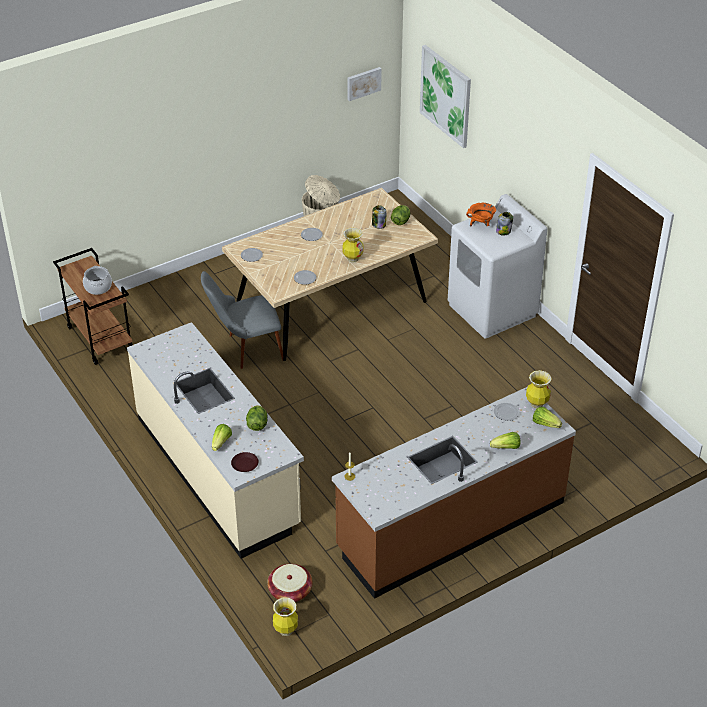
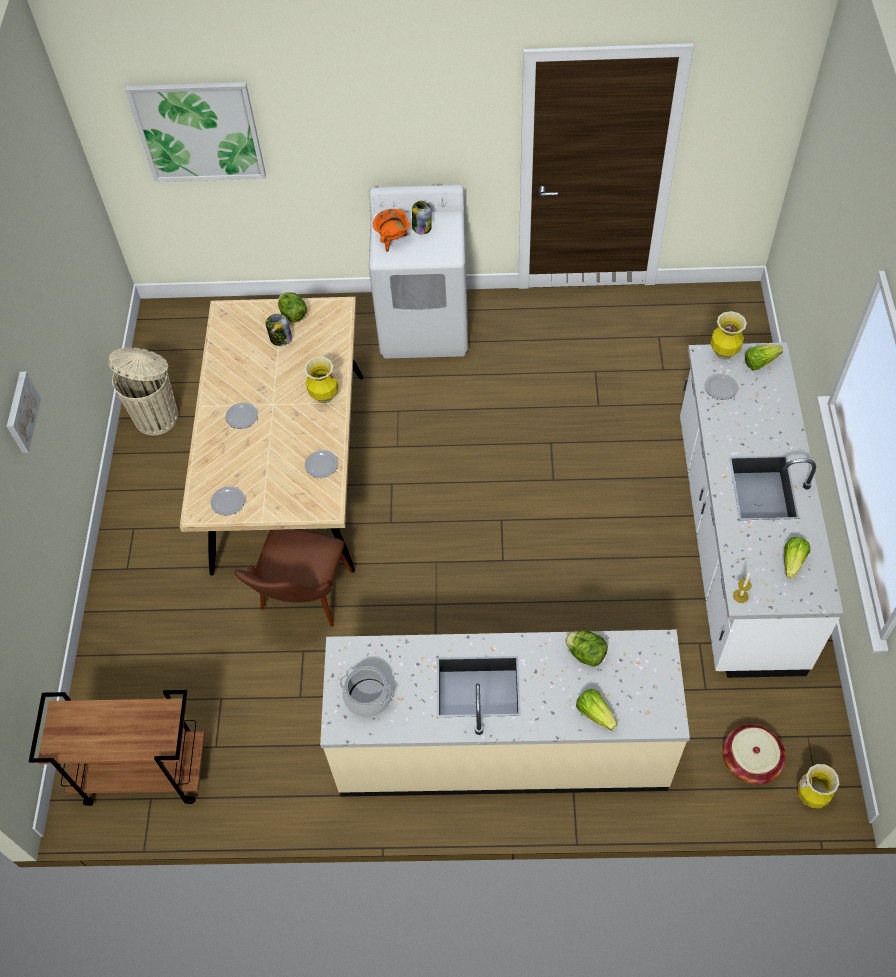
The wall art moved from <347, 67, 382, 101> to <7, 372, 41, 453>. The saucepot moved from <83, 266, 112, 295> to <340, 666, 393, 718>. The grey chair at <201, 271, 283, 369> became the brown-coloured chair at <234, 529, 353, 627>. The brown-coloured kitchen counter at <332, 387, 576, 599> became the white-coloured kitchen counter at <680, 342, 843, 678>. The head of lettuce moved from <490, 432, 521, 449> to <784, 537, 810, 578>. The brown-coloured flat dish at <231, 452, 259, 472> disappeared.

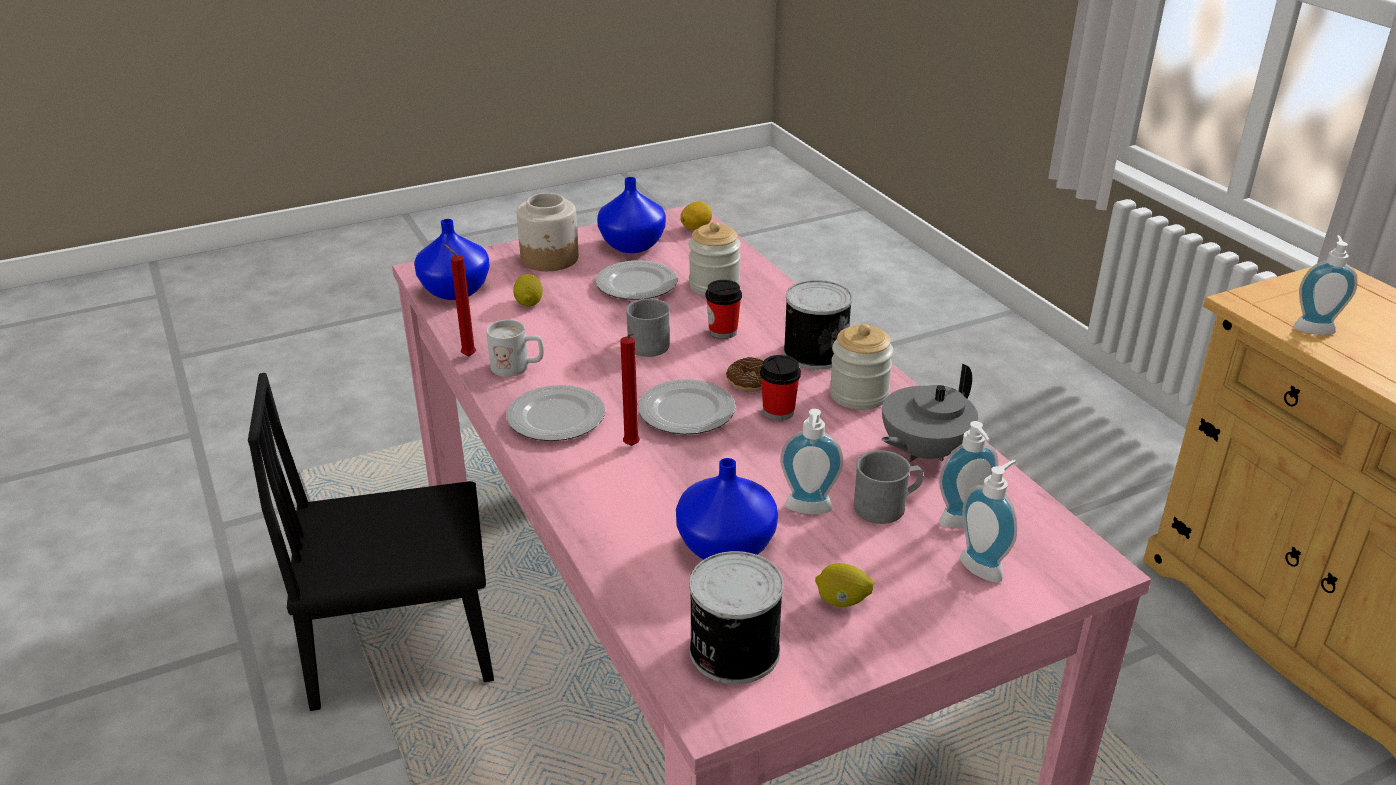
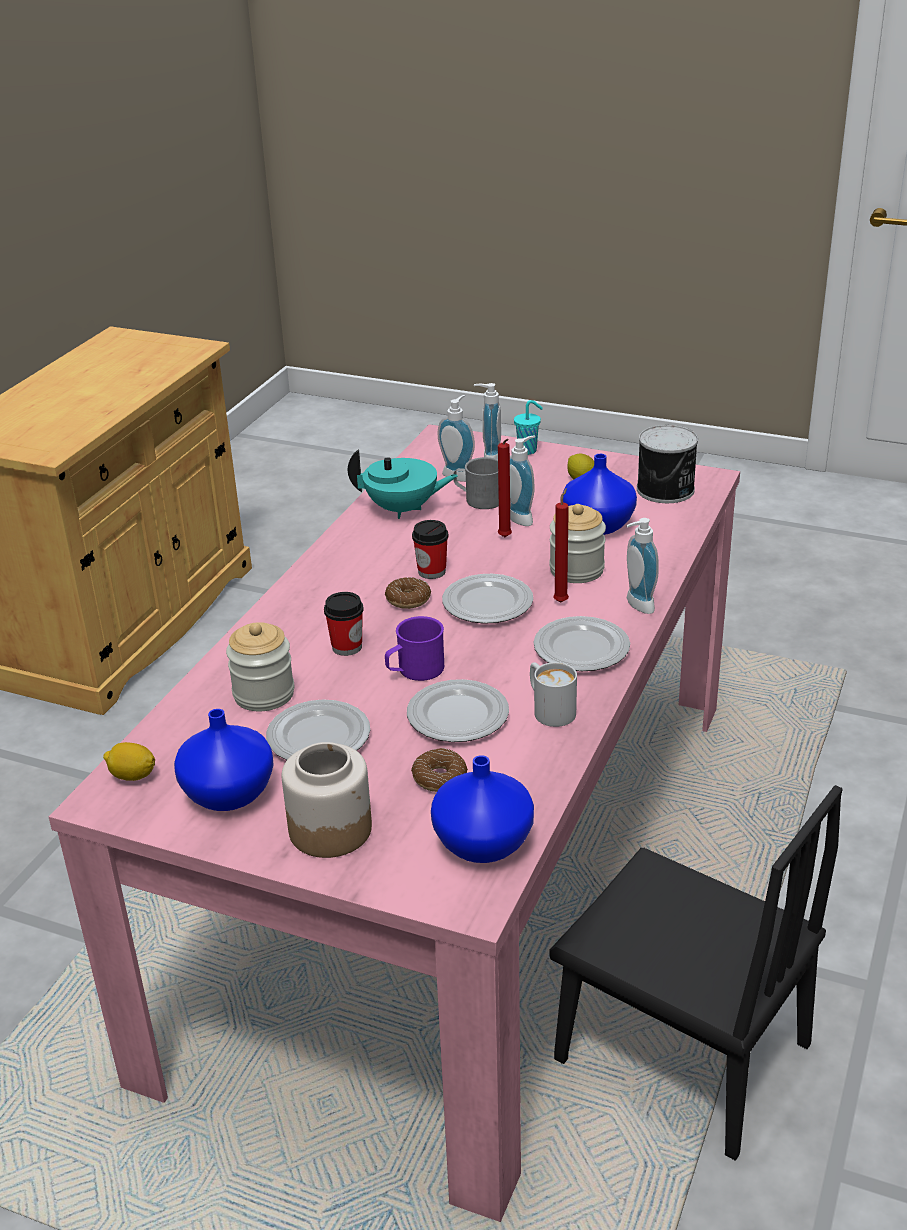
The liquid soap bottle moved from <1293, 235, 1358, 335> to <626, 518, 659, 614>. The reddish wax candle moved from <444, 244, 476, 356> to <498, 439, 512, 537>. The whole lemon at <513, 274, 543, 307> was replaced by the donut at <411, 748, 468, 792>. The can at <783, 280, 853, 370> disappeared. The grey mug at <626, 298, 670, 357> became the purple-coloured mug at <385, 616, 444, 681>. The jar moved from <830, 324, 894, 410> to <549, 504, 606, 583>. The grey tea pot at <881, 363, 978, 462> became the turquoise-coloured tea pot at <348, 449, 458, 519>. The turquoise-coloured cup at <514, 400, 543, 455> appeared. The flat dish at <407, 679, 509, 742> appeared.

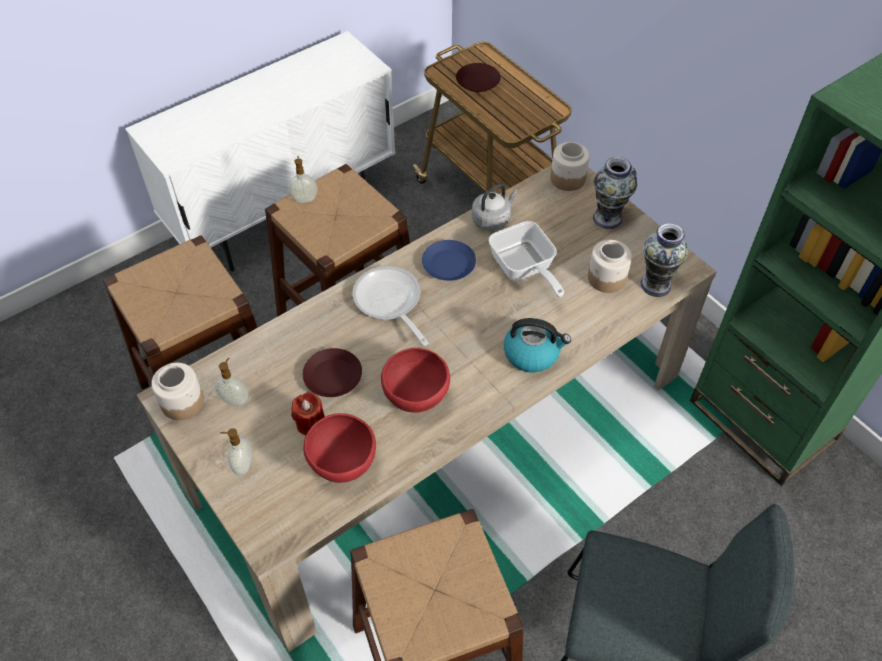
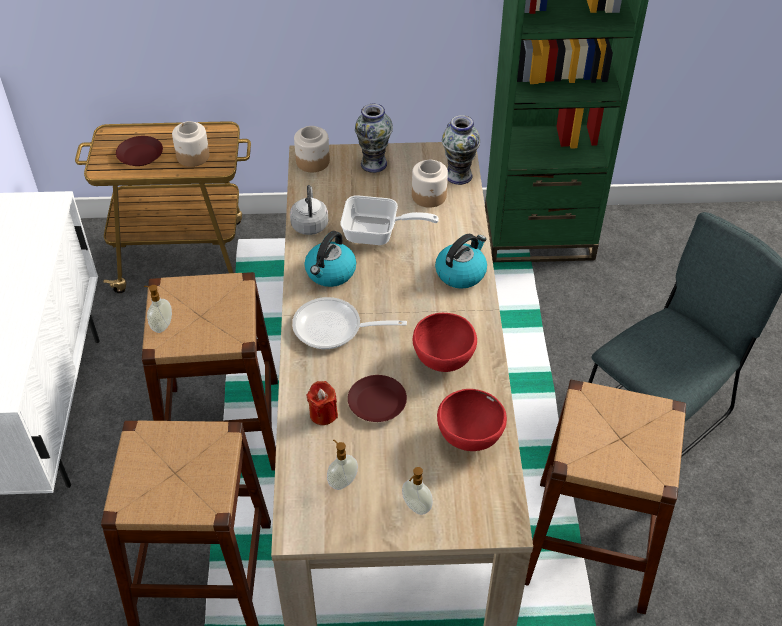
The blue-coloured flat dish at <422, 240, 476, 281> was replaced by the kettle at <304, 231, 356, 287>. The jar moved from <151, 363, 204, 420> to <172, 121, 210, 167>. The reddish wax candle moved from <291, 392, 325, 435> to <306, 381, 338, 425>.

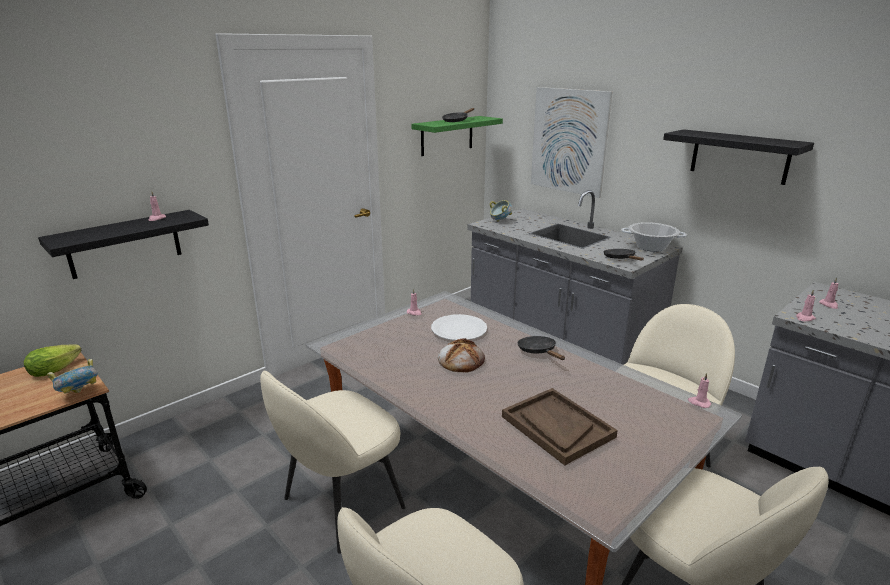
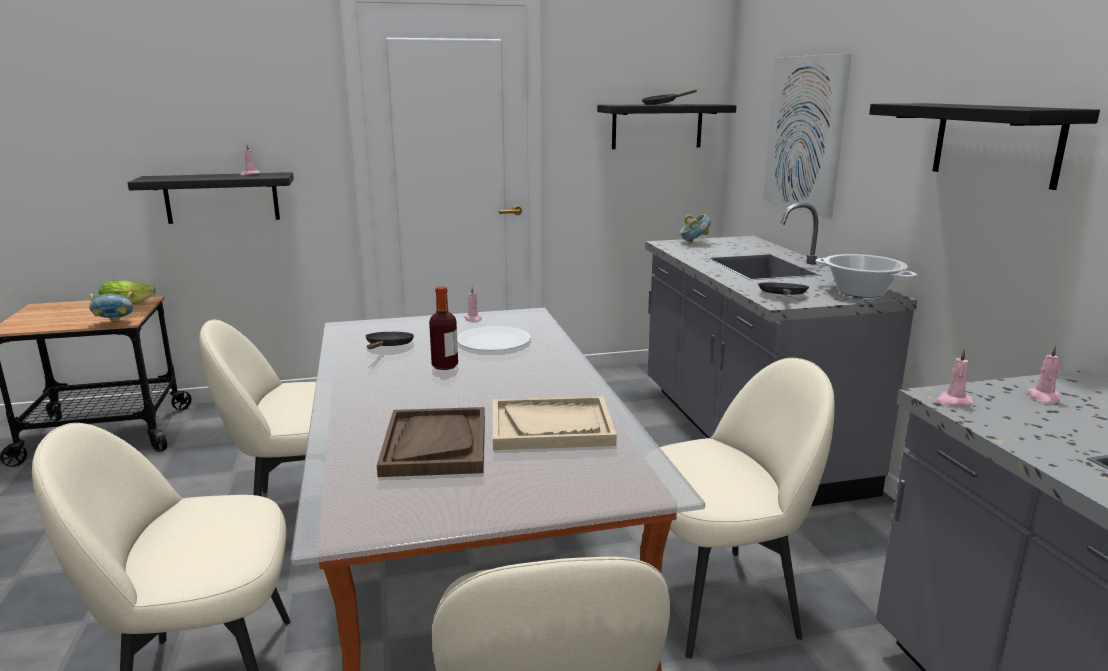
The greenish bracket shelf at <411, 116, 503, 156> became the blackish bracket shelf at <597, 104, 736, 149>. The blackish skillet moved from <517, 336, 565, 360> to <366, 332, 414, 349>. The bread at <438, 338, 485, 372> was replaced by the drink bottle at <429, 286, 458, 370>. The pink-coloured wax candle at <688, 373, 711, 408> disappeared. The beige carrying tray at <493, 396, 617, 450> appeared.

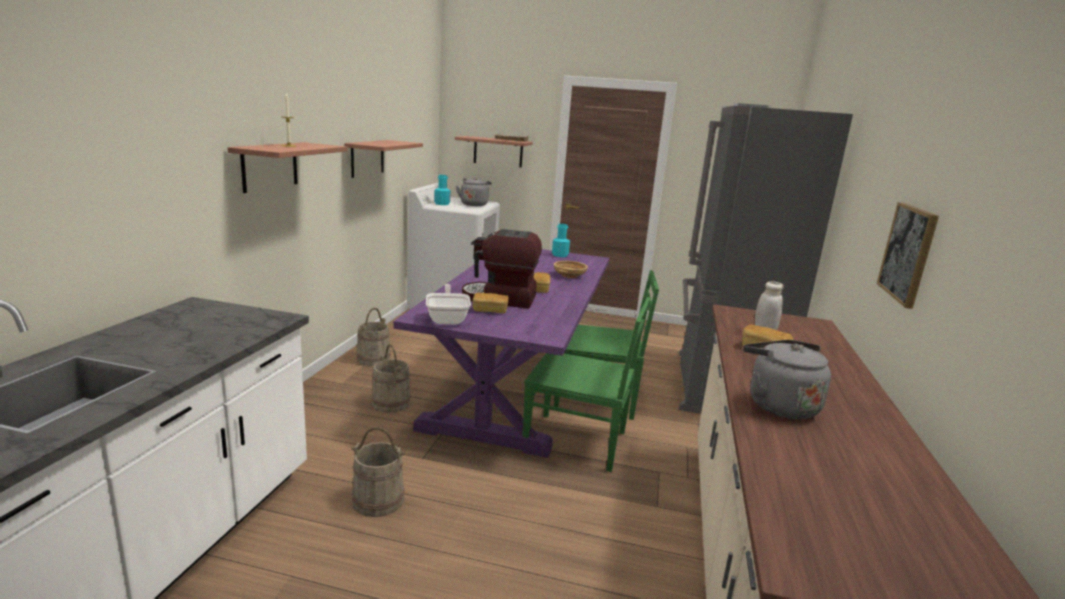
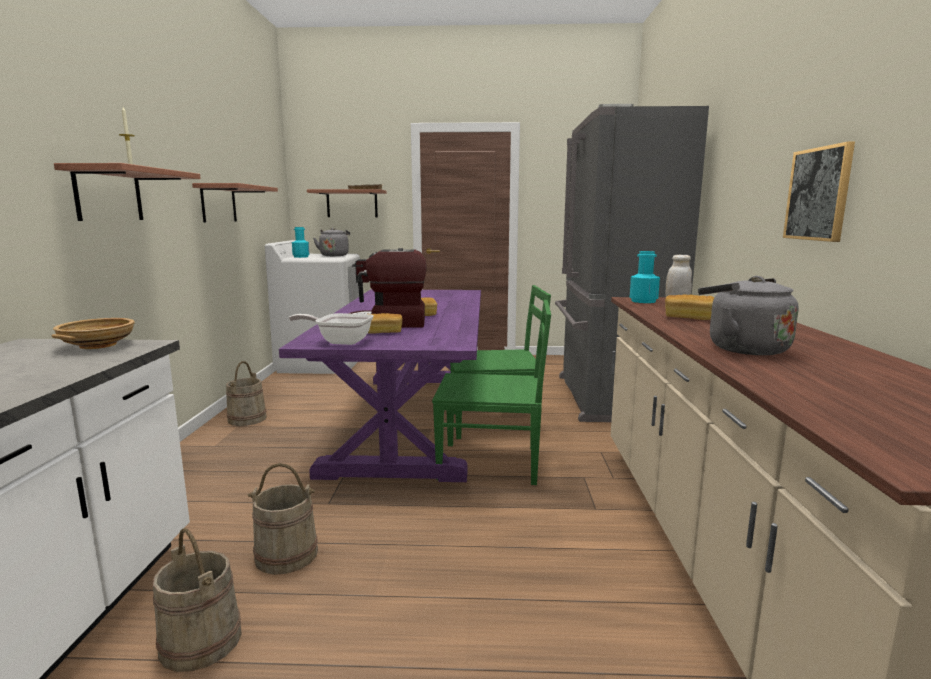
The turquoise-coloured drink bottle moved from <552, 224, 570, 257> to <630, 251, 660, 303>. The beige serving bowl moved from <554, 261, 588, 278> to <52, 318, 135, 349>. The skillet at <426, 284, 471, 324> turned 60 degrees counterclockwise. The beige pail moved from <371, 344, 411, 413> to <153, 528, 242, 672>.

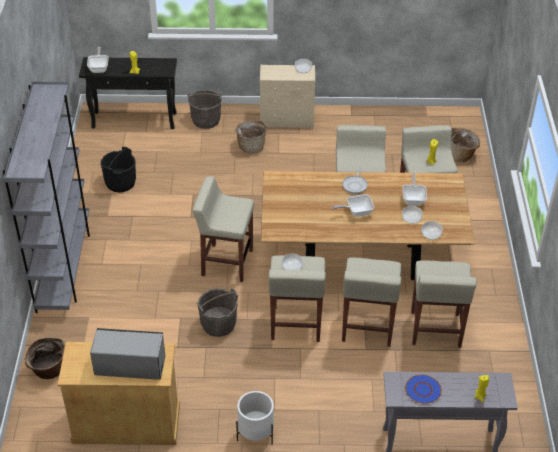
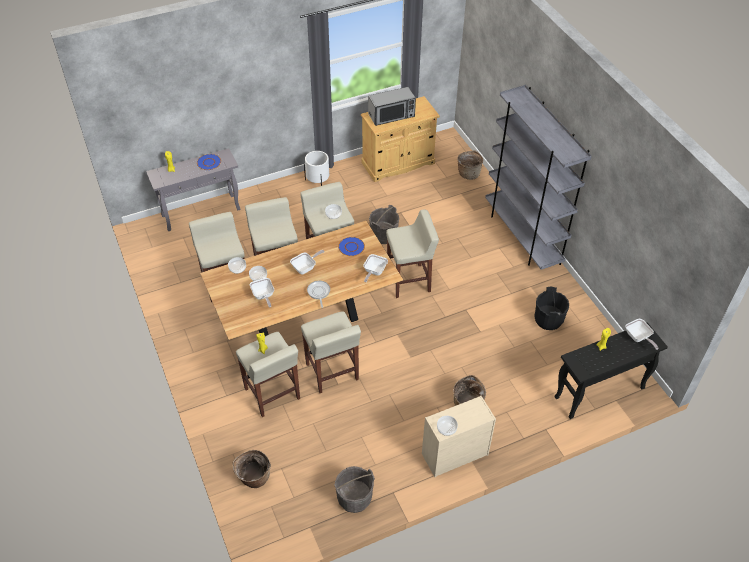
The grey pail moved from <187, 90, 222, 129> to <334, 466, 375, 513>. The blue-coloured flat dish at <338, 237, 365, 256> appeared. The skillet at <363, 254, 388, 282> appeared.

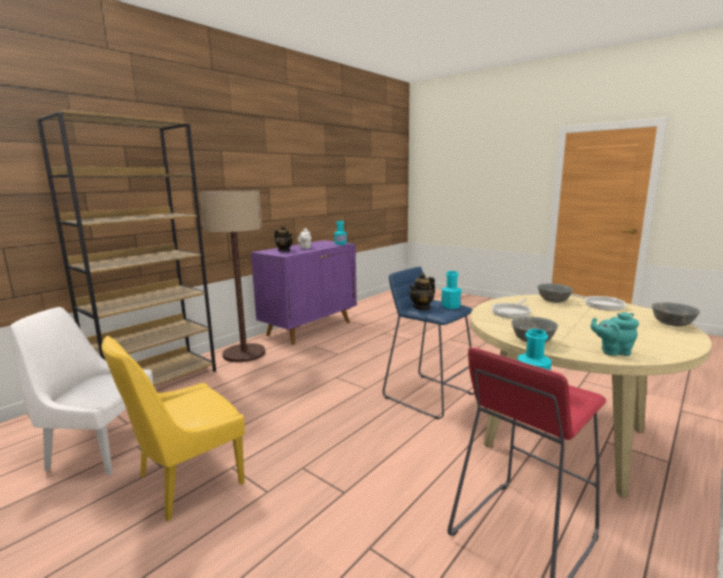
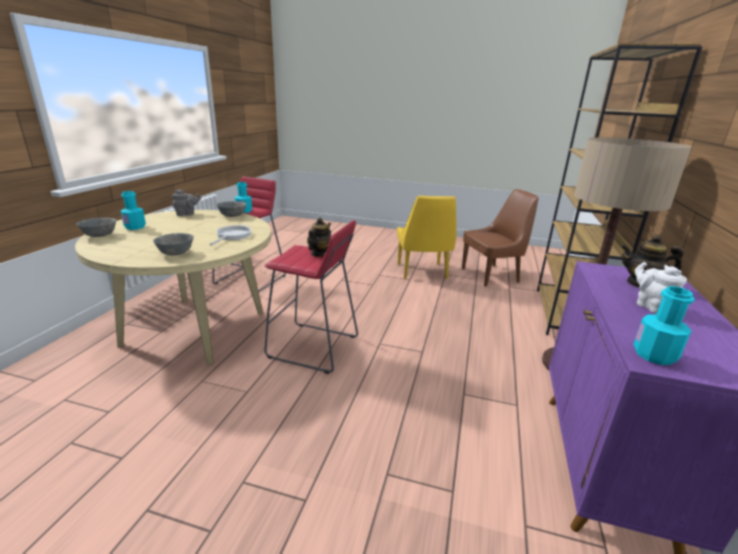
The blue-coloured stool seat at <382, 266, 474, 420> became the reddish stool seat at <264, 220, 358, 374>. The turquoise-coloured drink bottle moved from <441, 271, 462, 309> to <121, 191, 146, 230>. The skillet at <571, 294, 628, 311> disappeared. The white-coloured chair at <9, 307, 153, 475> became the brown-coloured chair at <462, 189, 538, 287>. The turquoise-coloured tea pot at <591, 312, 639, 356> became the grey tea pot at <172, 189, 201, 216>. The yellowish chair at <101, 336, 245, 521> turned 150 degrees clockwise.

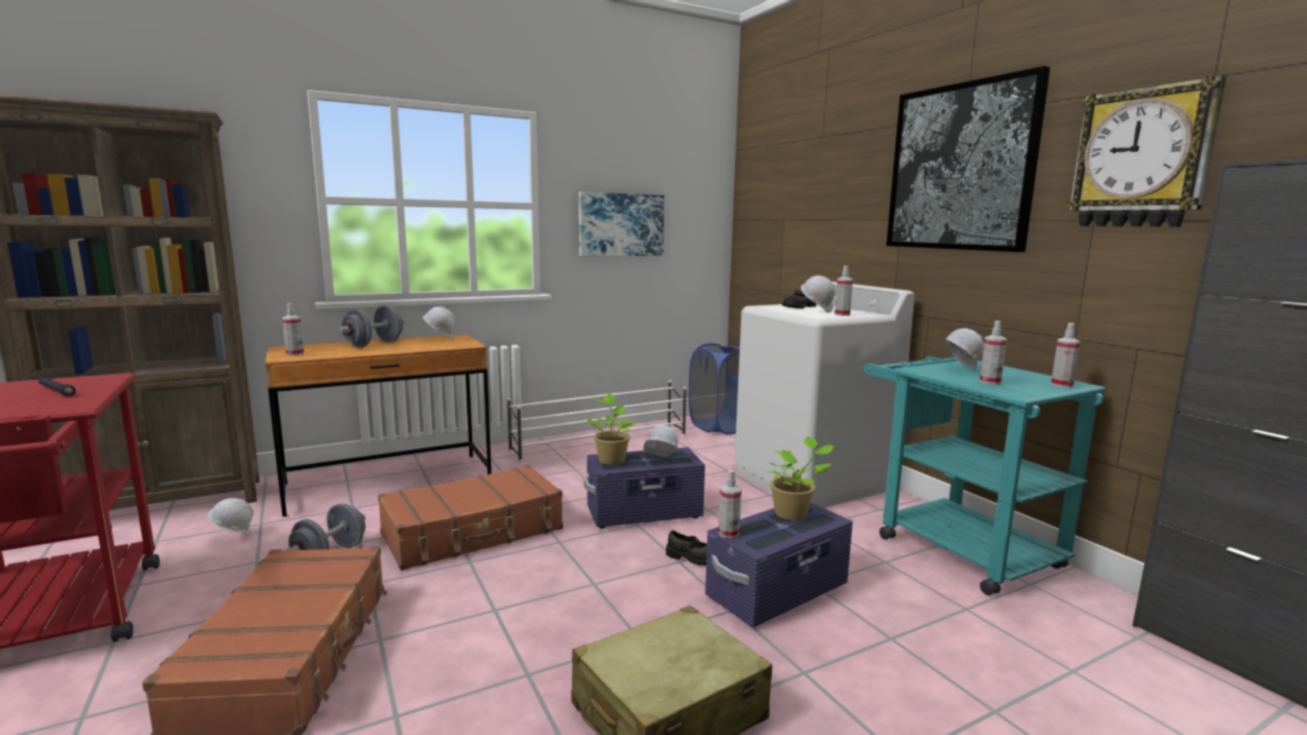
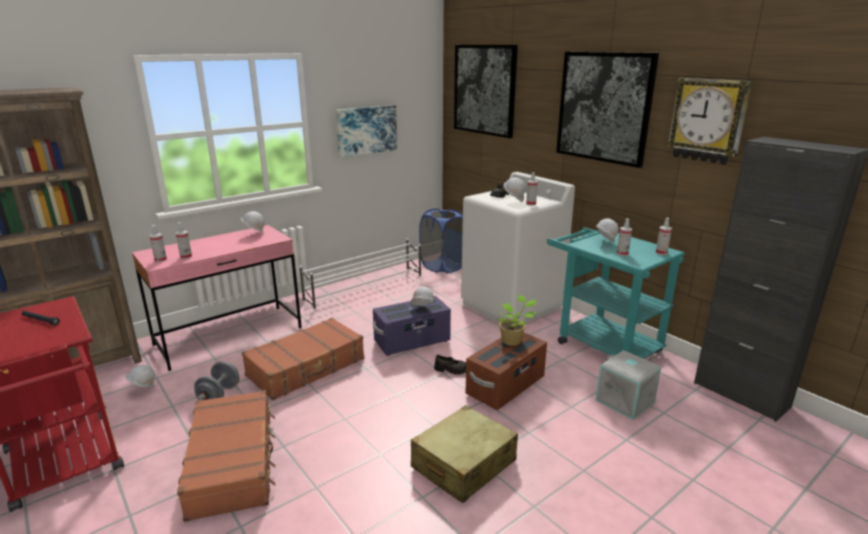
The grey dumbbell at <339, 305, 404, 347> disappeared. The brown-coloured desk unit at <265, 334, 491, 517> became the pink-coloured desk unit at <132, 225, 302, 371>. The houseplant at <584, 394, 635, 465> disappeared. The sprayer moved from <718, 470, 742, 538> to <176, 222, 192, 259>. The purple-coloured storage bin at <705, 502, 853, 627> became the brown-coloured storage bin at <465, 333, 547, 410>. The wall art at <454, 45, 518, 138> appeared. The grey storage bin at <596, 350, 661, 420> appeared.

